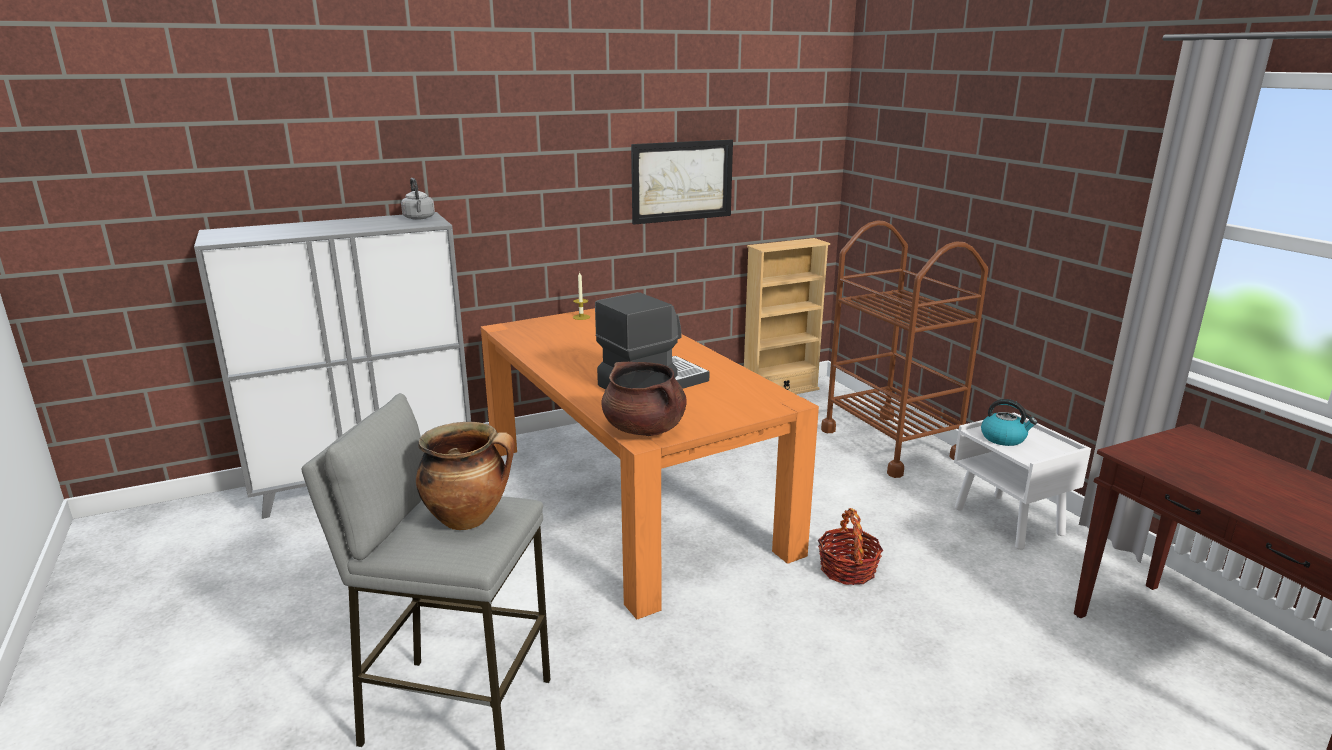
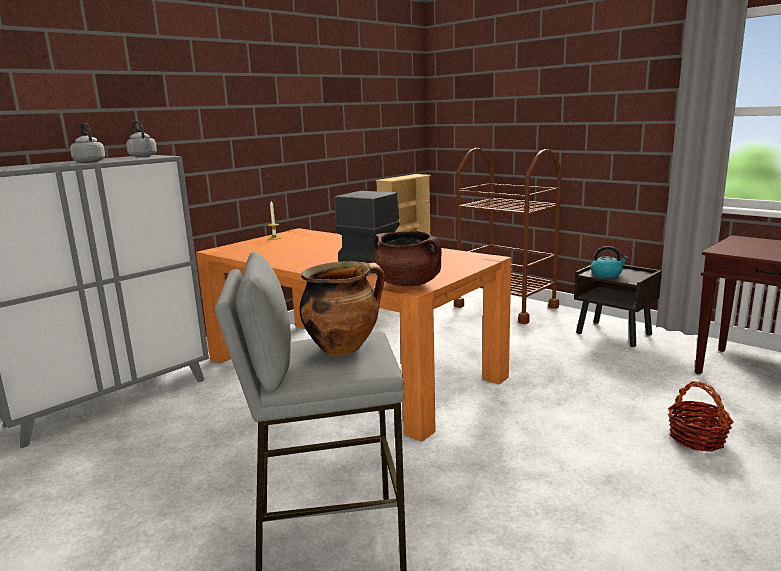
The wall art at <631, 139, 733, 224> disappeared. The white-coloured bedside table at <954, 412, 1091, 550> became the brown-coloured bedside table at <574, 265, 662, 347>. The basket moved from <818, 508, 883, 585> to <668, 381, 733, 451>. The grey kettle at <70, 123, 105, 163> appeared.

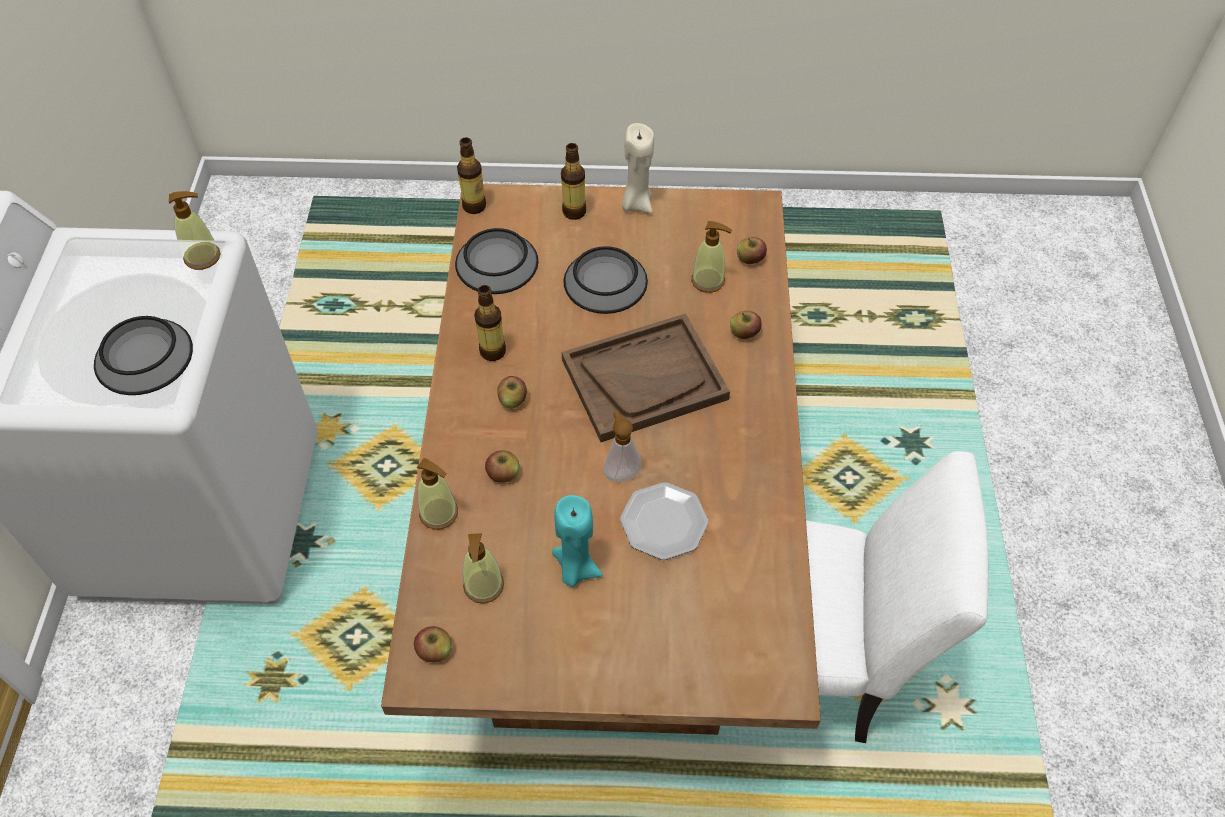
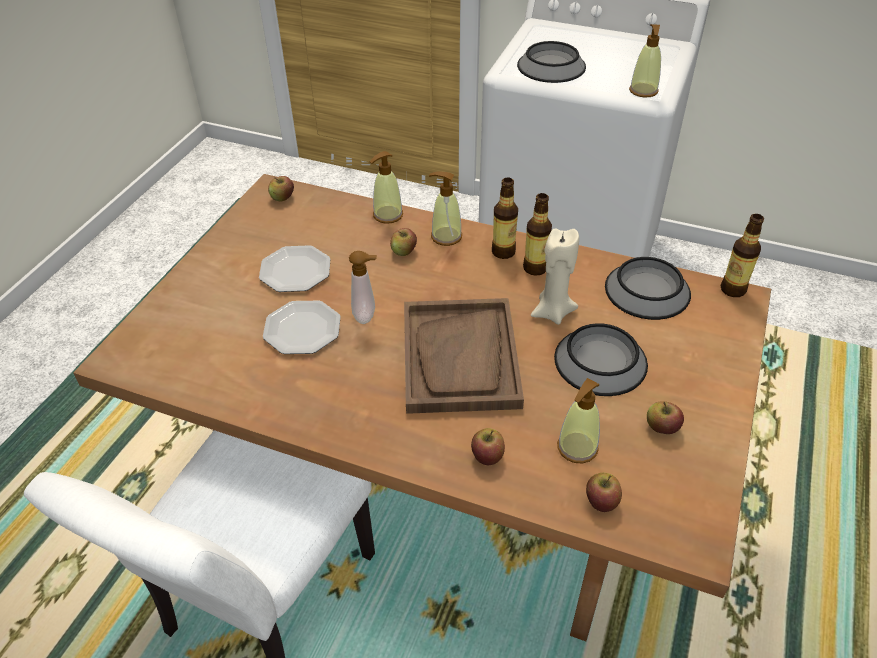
The beige wax candle moved from <622, 123, 654, 213> to <531, 228, 579, 325>. The drink bottle moved from <561, 143, 586, 220> to <492, 177, 518, 259>. The whole apple moved from <497, 376, 527, 408> to <647, 401, 684, 434>. The turquoise-coloured wax candle at <552, 495, 603, 587> was replaced by the flat dish at <259, 245, 330, 292>. The liquid soap bottle moved from <463, 533, 504, 604> to <429, 172, 462, 246>.

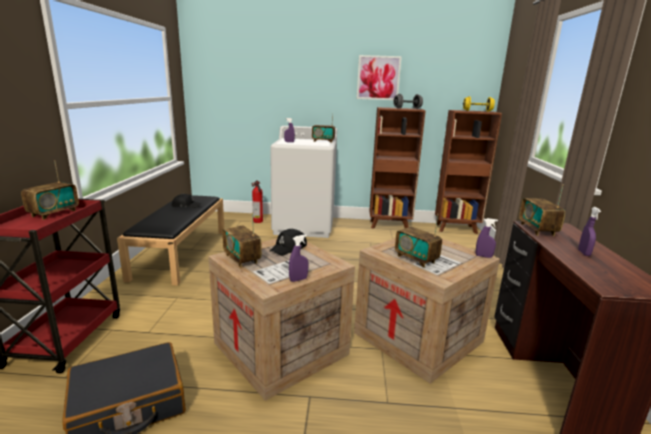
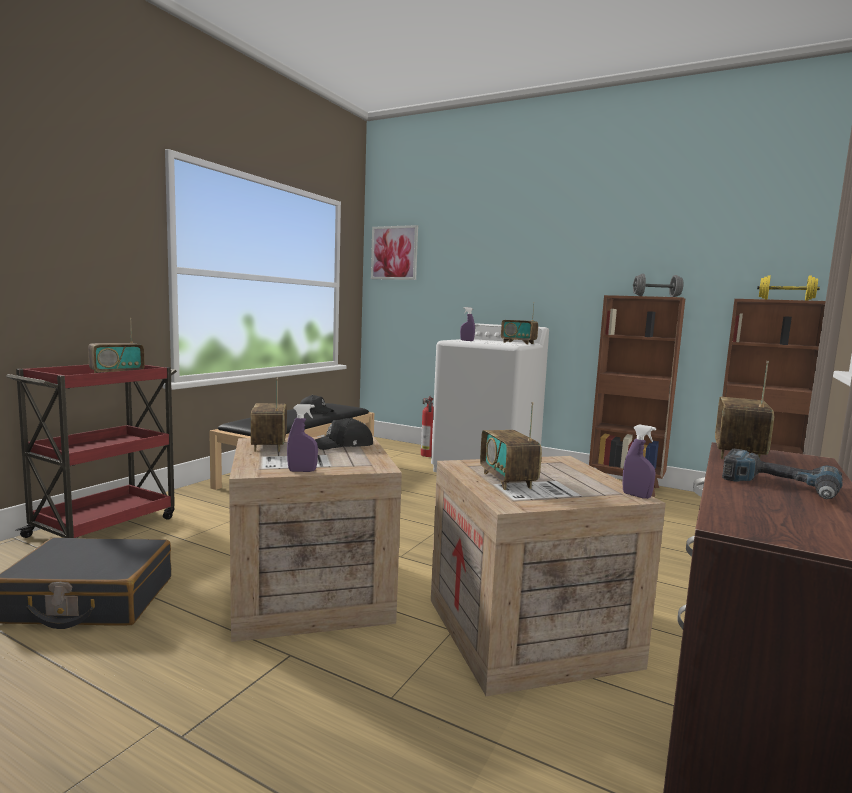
The wall art moved from <357, 55, 402, 100> to <371, 225, 418, 280>. The purple-coloured sprayer at <578, 207, 601, 256> was replaced by the electric drill at <722, 449, 843, 499>.

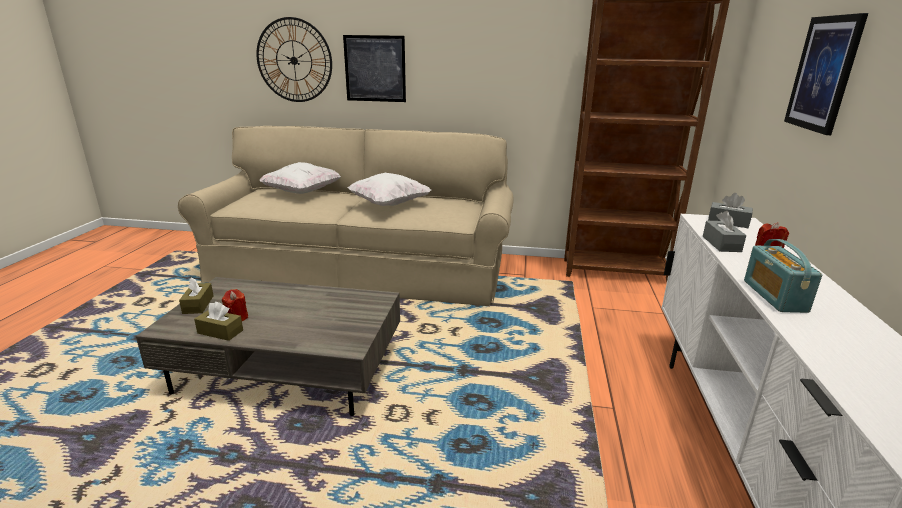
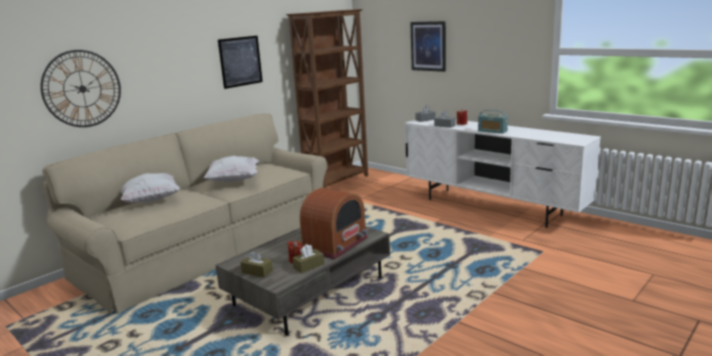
The wall art moved from <343, 35, 406, 102> to <218, 36, 263, 89>. The radio receiver at <300, 188, 368, 259> appeared.

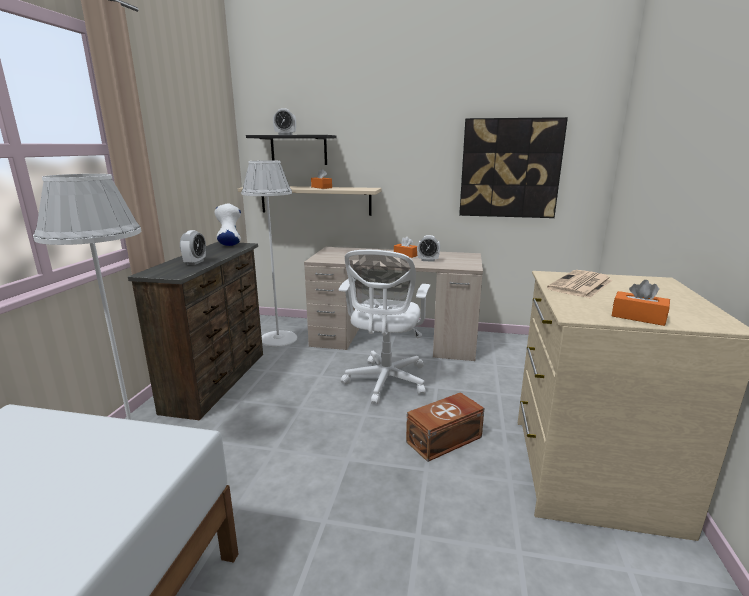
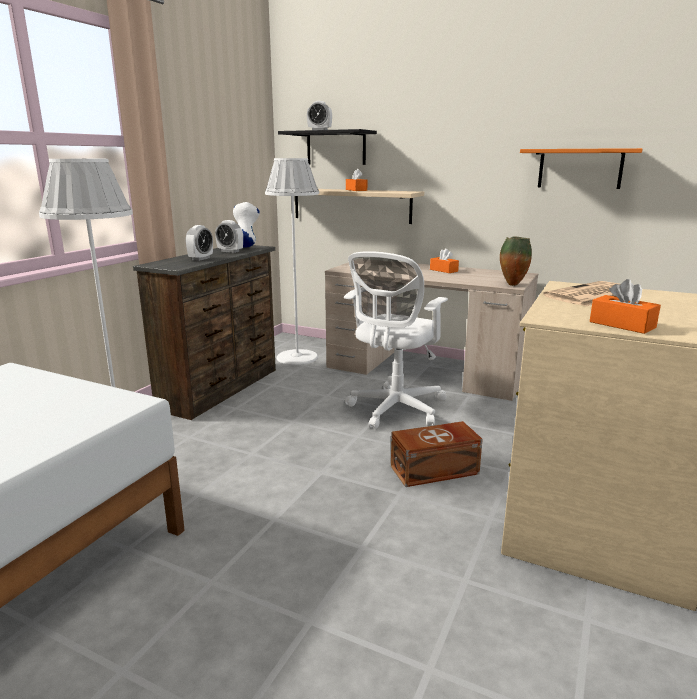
The wall art at <459, 117, 568, 218> was replaced by the orange-coloured bracket shelf at <520, 148, 642, 189>. The table clock moved from <417, 235, 440, 262> to <215, 220, 243, 253>. The decorative vase at <500, 237, 532, 286> appeared.

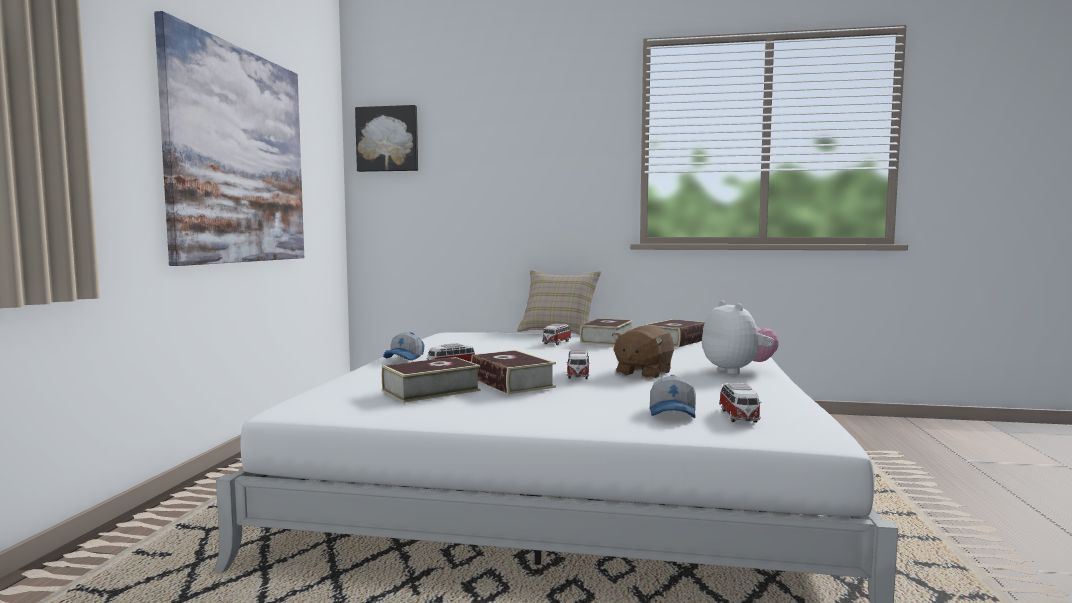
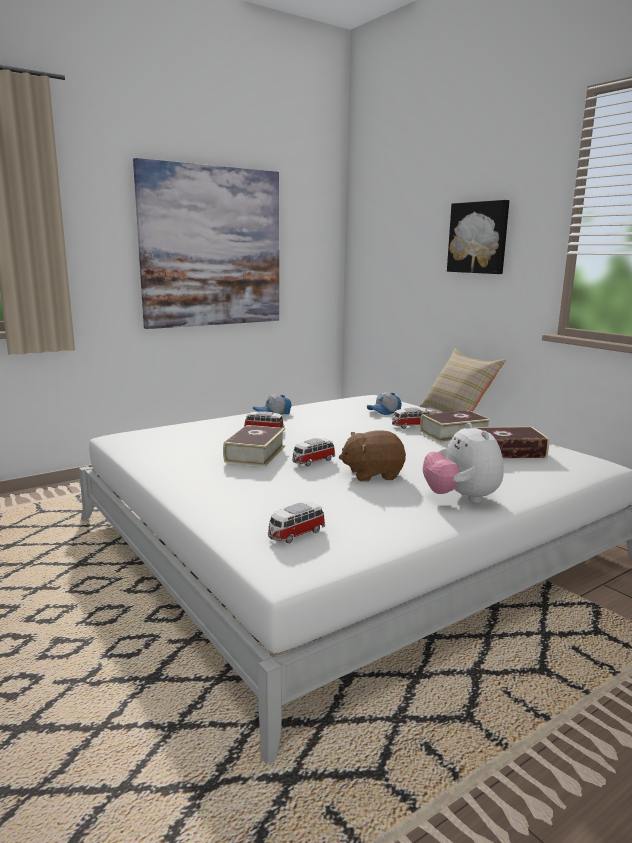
The wall art moved from <355, 105, 418, 172> to <447, 200, 509, 274>. The soft toy at <702, 301, 778, 375> turned 135 degrees clockwise. The volume at <382, 357, 481, 403> disappeared. The cap moved from <650, 375, 696, 418> to <367, 392, 402, 415>.

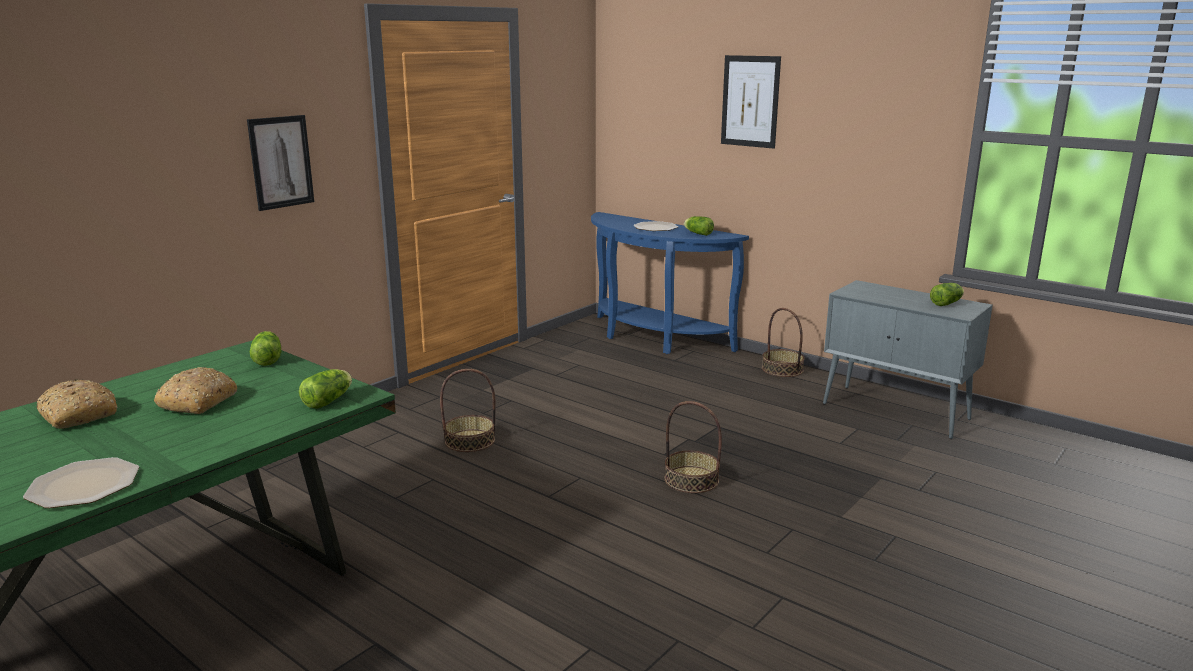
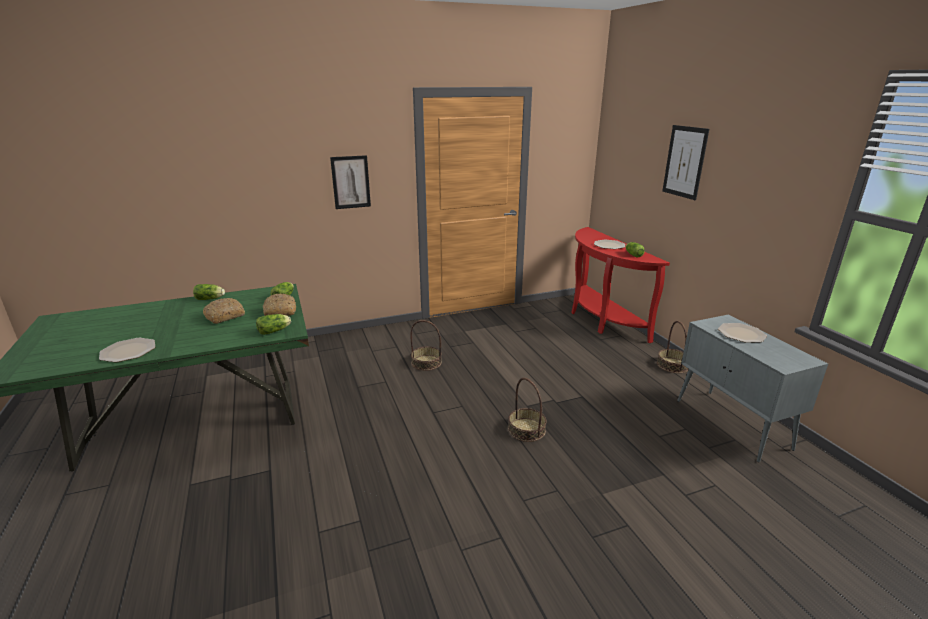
The blue-coloured hall table at <591, 212, 749, 354> became the reddish hall table at <571, 227, 670, 343>. The head of lettuce moved from <930, 283, 964, 306> to <193, 284, 225, 300>. The bread moved from <36, 379, 117, 429> to <262, 294, 296, 316>. The flat dish at <718, 323, 767, 343> appeared.

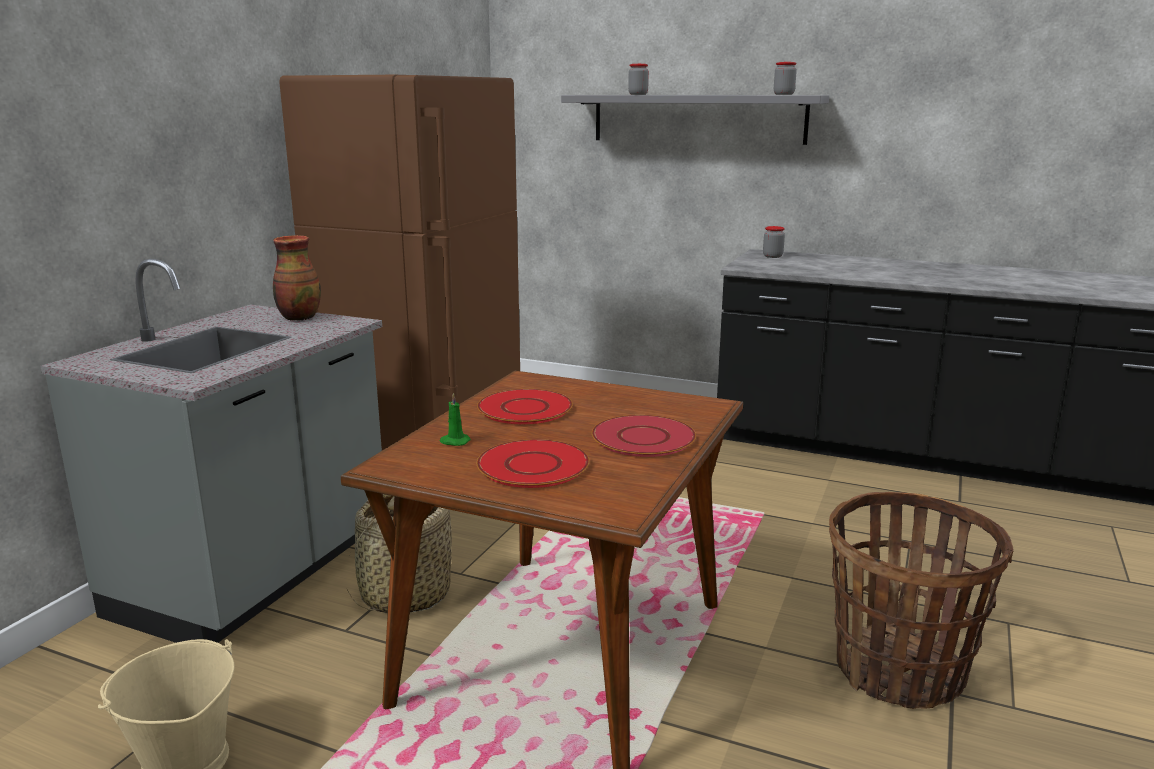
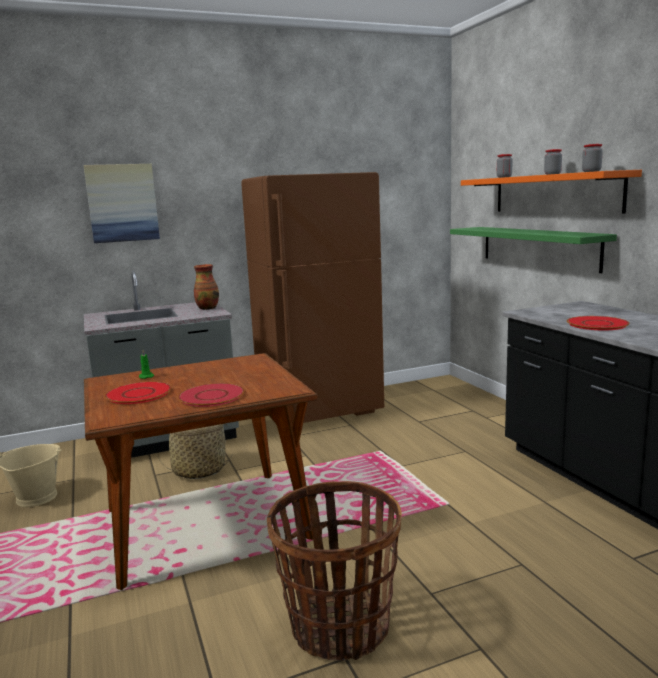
The grey bracket shelf at <561, 95, 829, 145> became the orange-coloured bracket shelf at <461, 170, 642, 214>. The jar moved from <763, 226, 785, 258> to <544, 149, 562, 175>. The reddish flat dish moved from <477, 389, 573, 424> to <567, 316, 630, 330>. The wall art at <84, 164, 160, 243> appeared. The greenish bracket shelf at <450, 227, 617, 273> appeared.

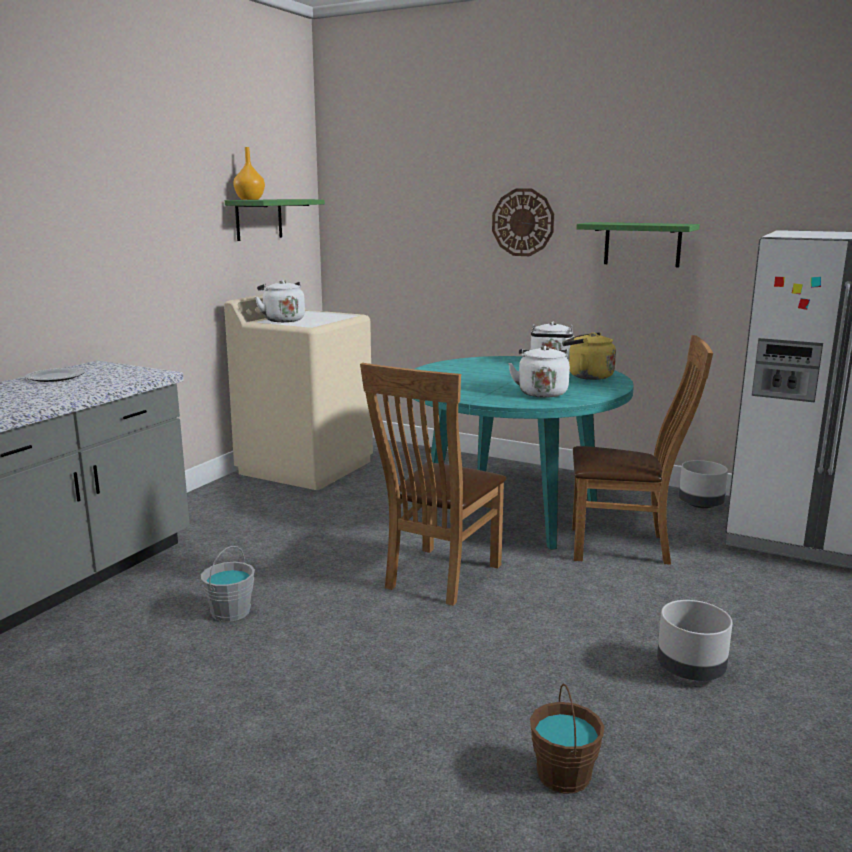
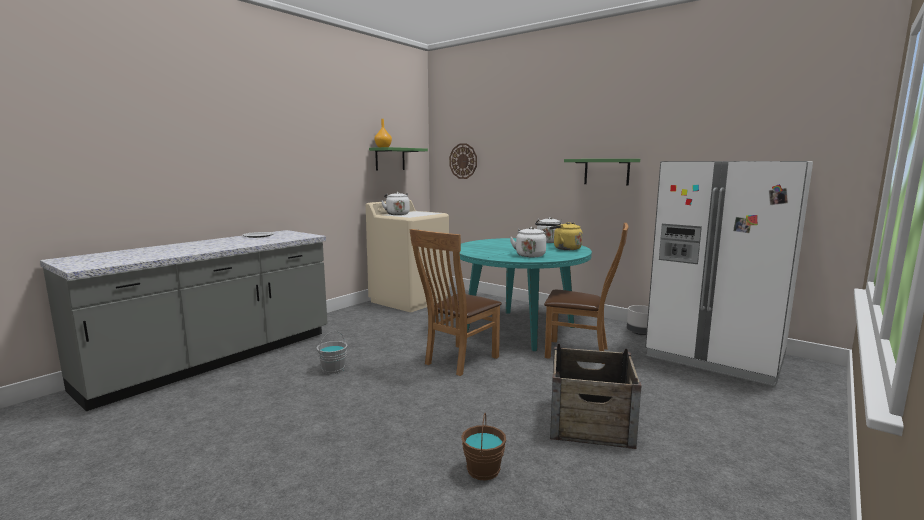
The hanging clock moved from <492, 189, 554, 256> to <449, 143, 477, 179>. The grey planter at <657, 600, 732, 681> was replaced by the packing crate at <550, 344, 642, 449>.

